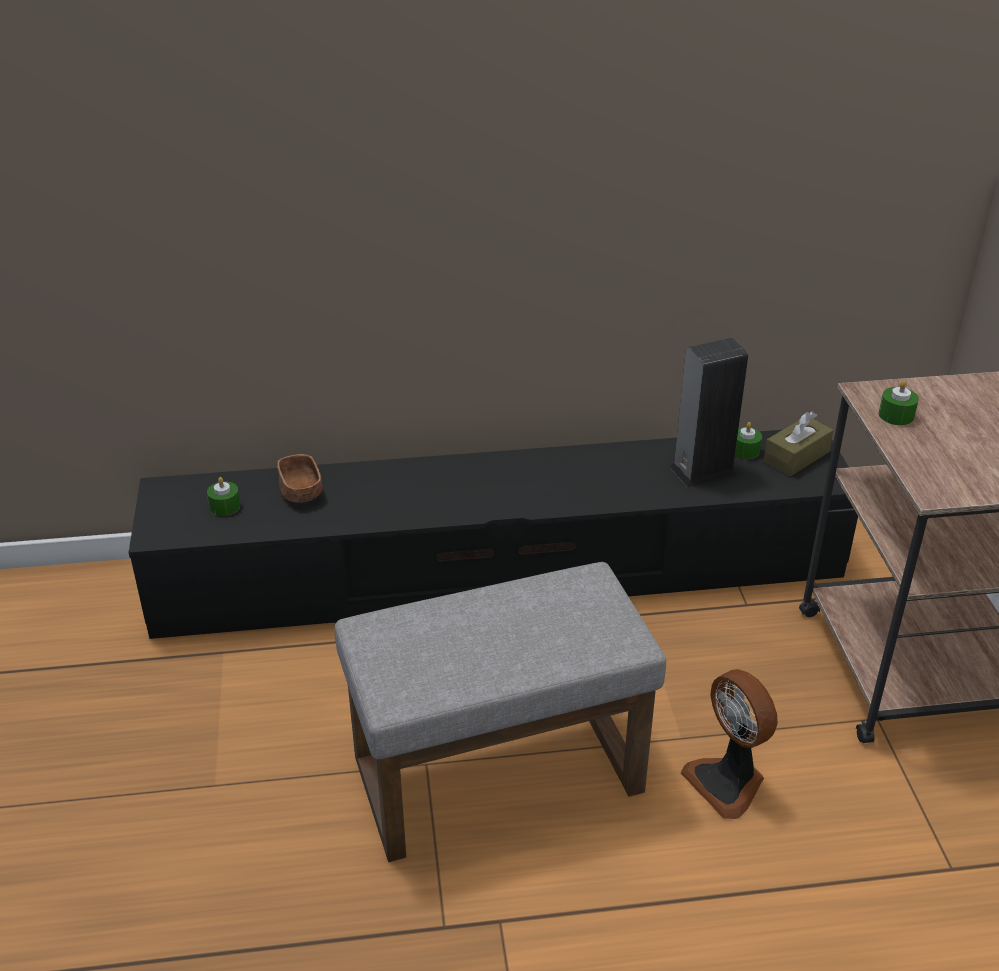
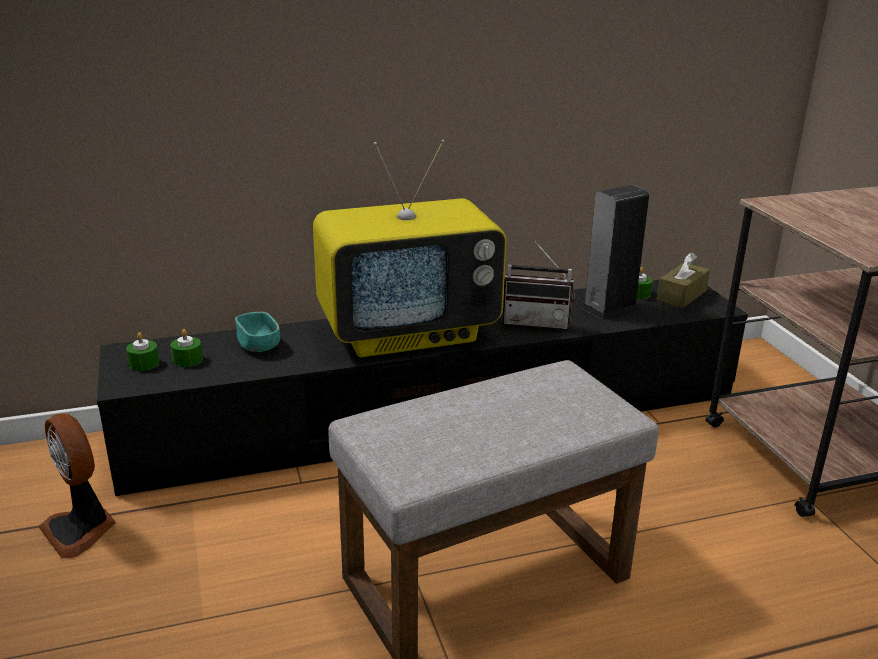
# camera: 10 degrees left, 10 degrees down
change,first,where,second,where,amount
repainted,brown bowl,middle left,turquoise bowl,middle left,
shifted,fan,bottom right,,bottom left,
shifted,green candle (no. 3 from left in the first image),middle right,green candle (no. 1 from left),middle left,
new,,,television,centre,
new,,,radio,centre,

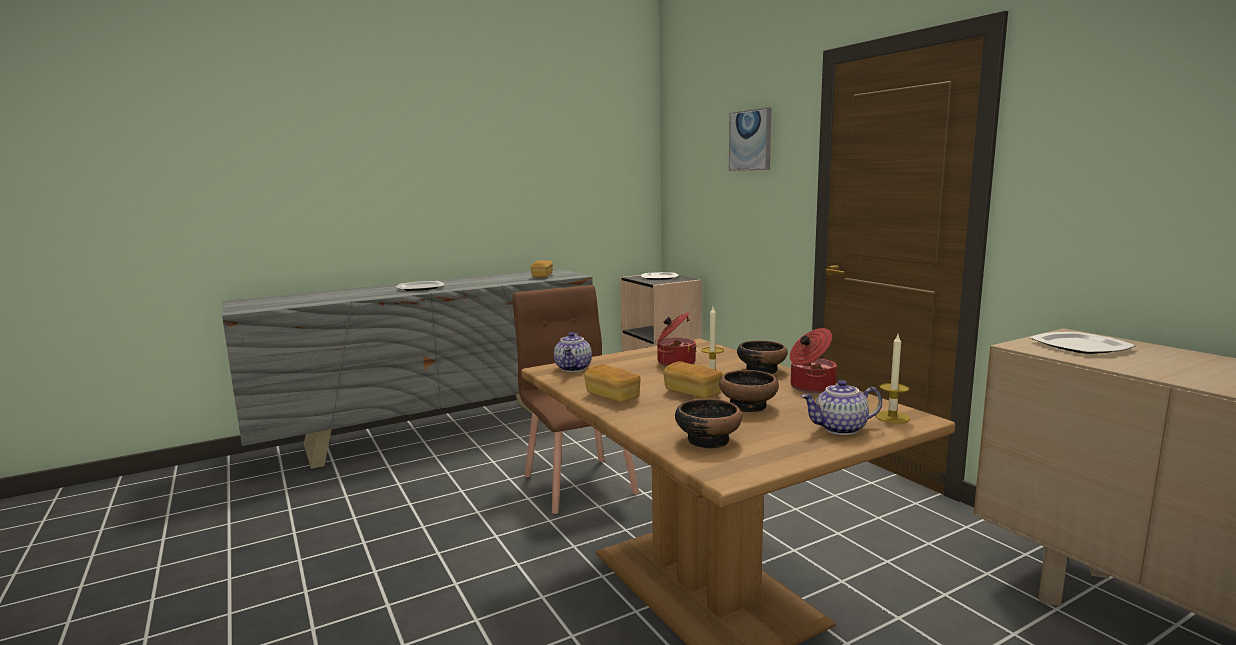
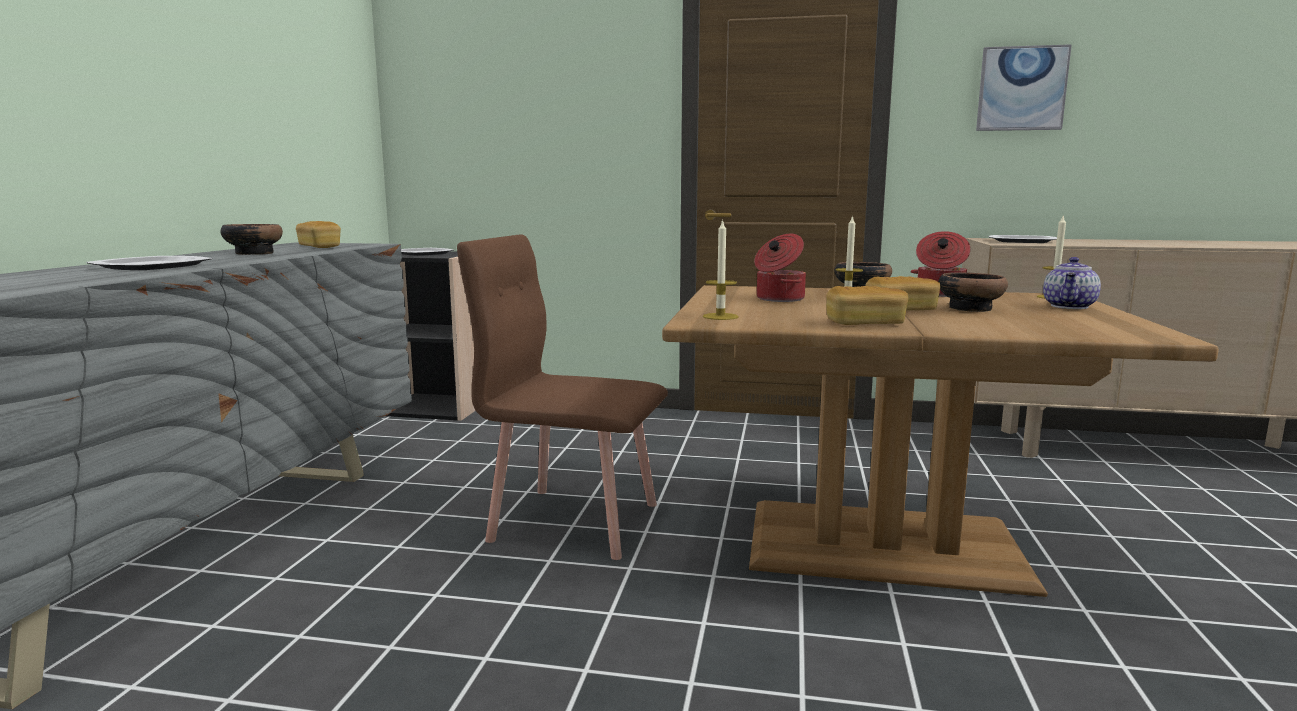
# camera: 50 degrees left, 0 degrees up
change,first,where,second,where,amount
swapped,teapot (no. 1 from left),centre,candle (no. 1 from left),centre,
shifted,bowl (no. 1 from left),centre,,middle left,
shifted,picture,top centre,,top right,

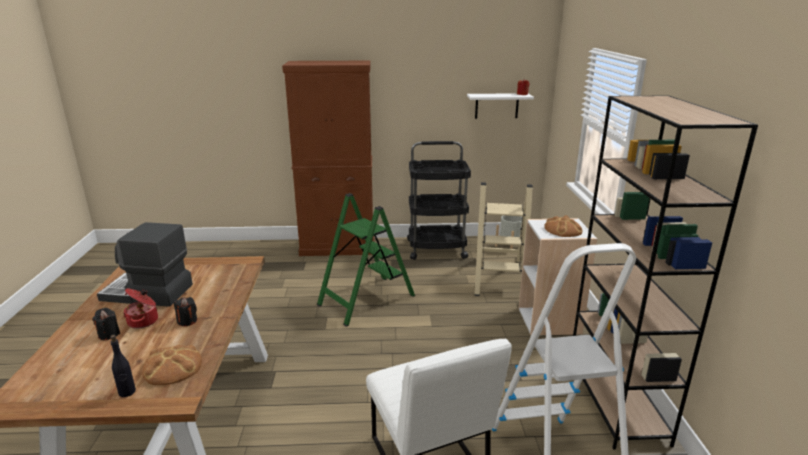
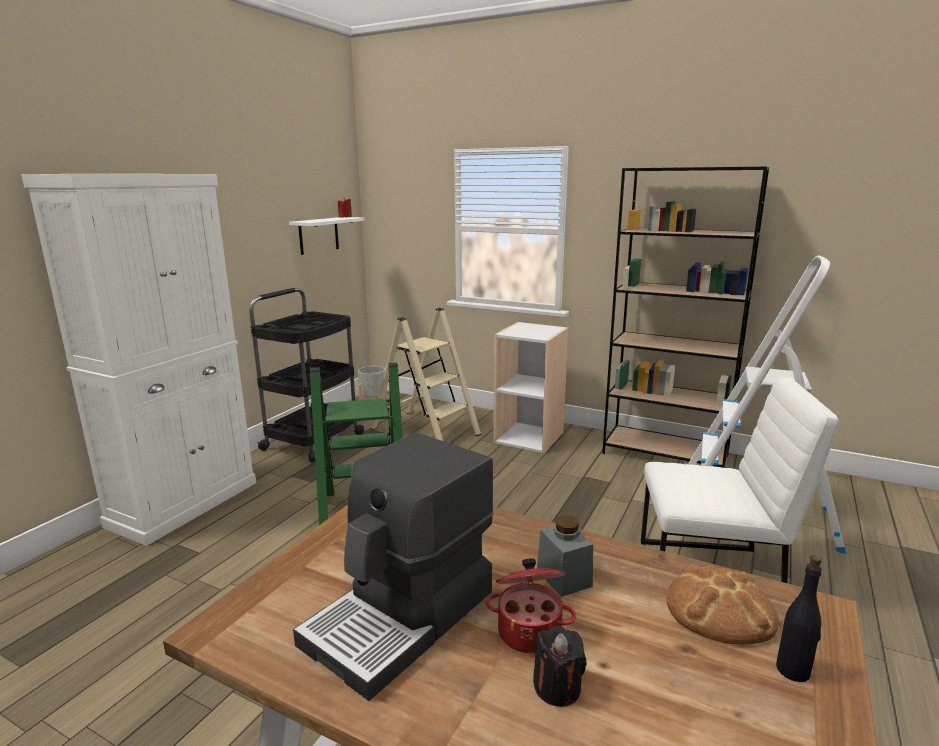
# camera: 60 degrees left, 5 degrees down
change,first,where,second,where,amount
swapped,black candle (no. 2 from left),bottom left,grey jar,bottom centre,
repainted,brown cabinet,centre,white cabinet,middle left,
gone,bread (no. 2 from left),middle right,,,

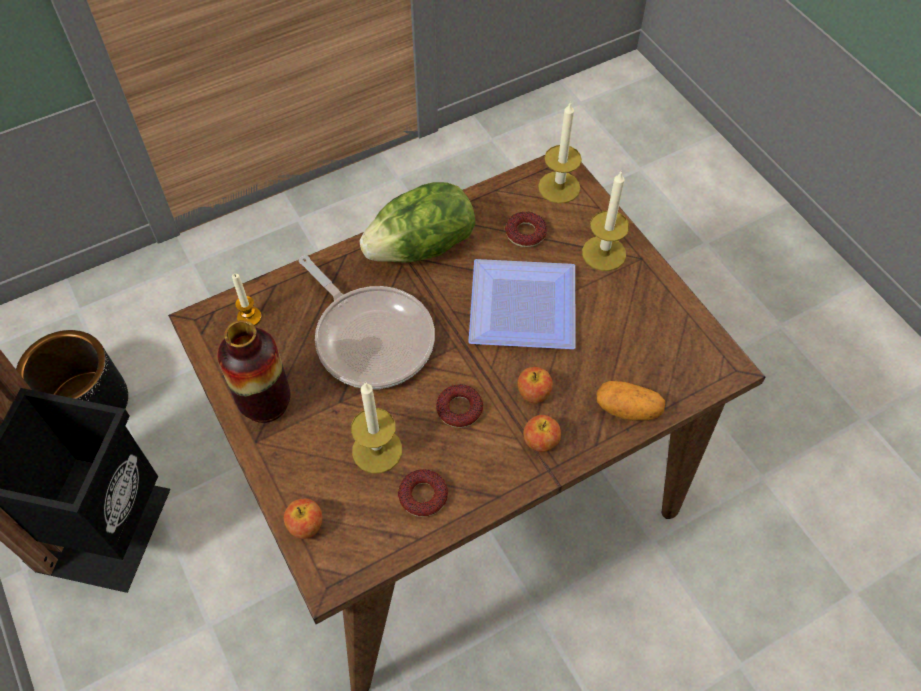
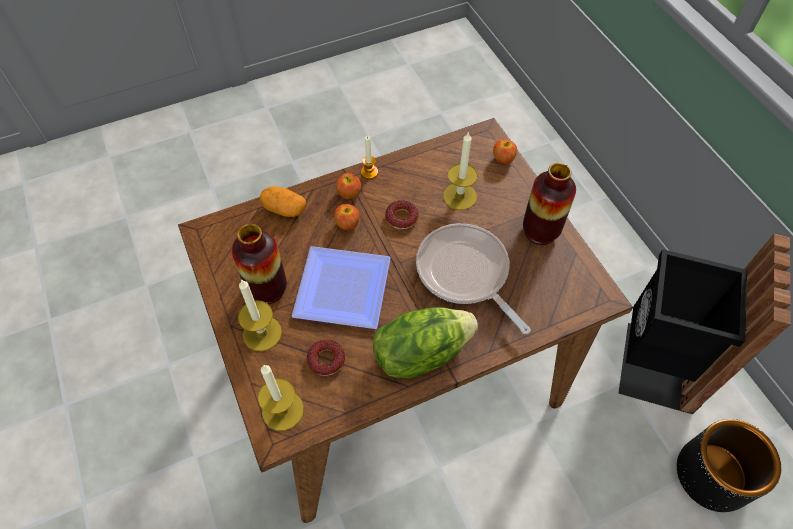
# camera: 175 degrees left, 0 degrees up
change,first,where,second,where,amount
shifted,candle (no. 1 from left in the first image),middle left,candle (no. 3 from left),top centre,
gone,donut (no. 1 from left),bottom centre,,,
new,,,vase (no. 1 from left),middle left,

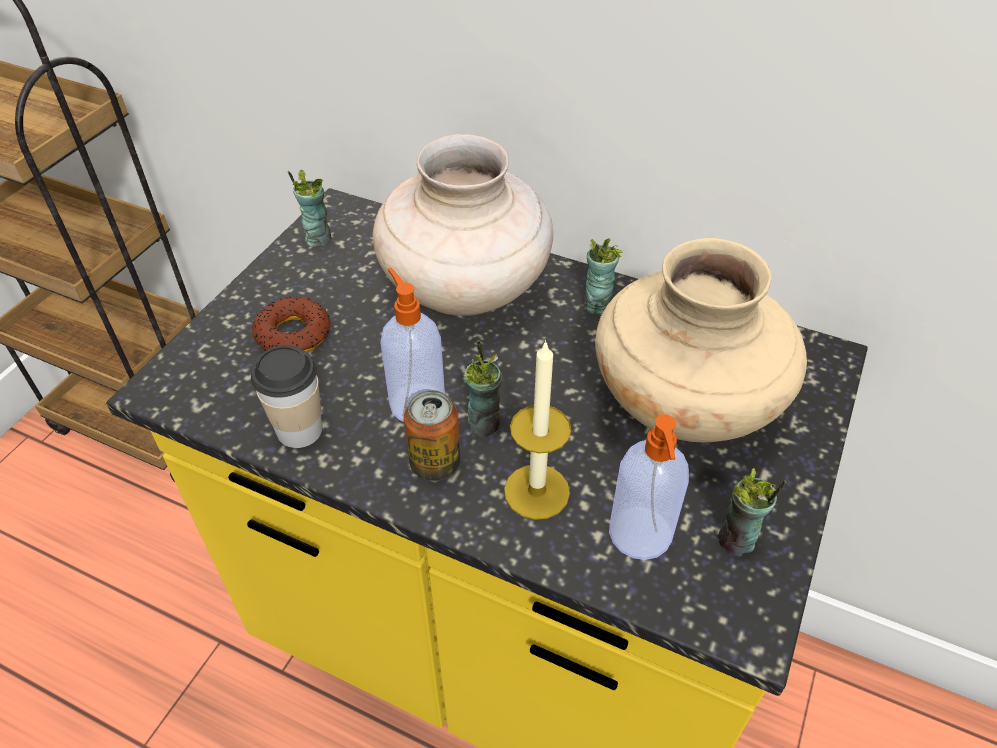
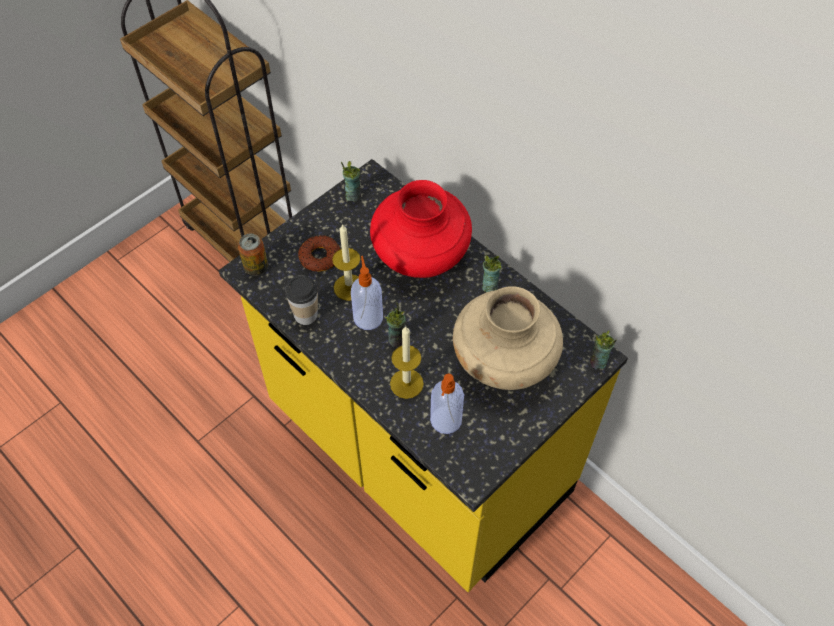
# camera: 20 degrees right, 10 degrees up
change,first,where,second,where,amount
repainted,beige vase (no. 1 from left),top centre,red vase,centre,
shifted,can,centre,,middle left,
shifted,cup (no. 5 from left),bottom right,,middle right,
new,,,candle (no. 1 from left),centre,

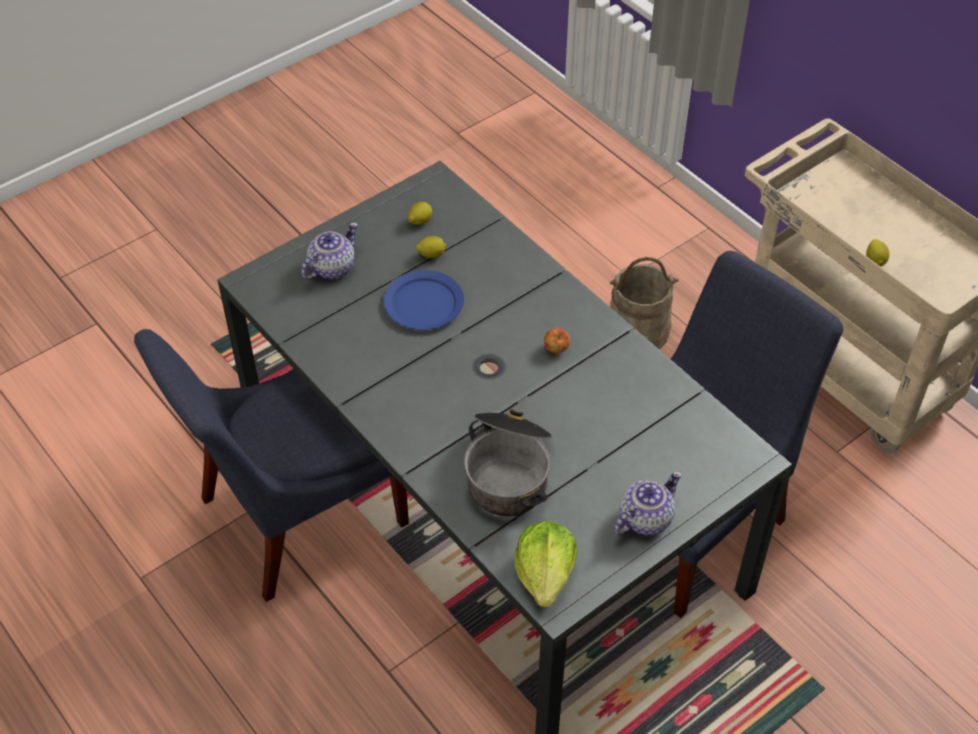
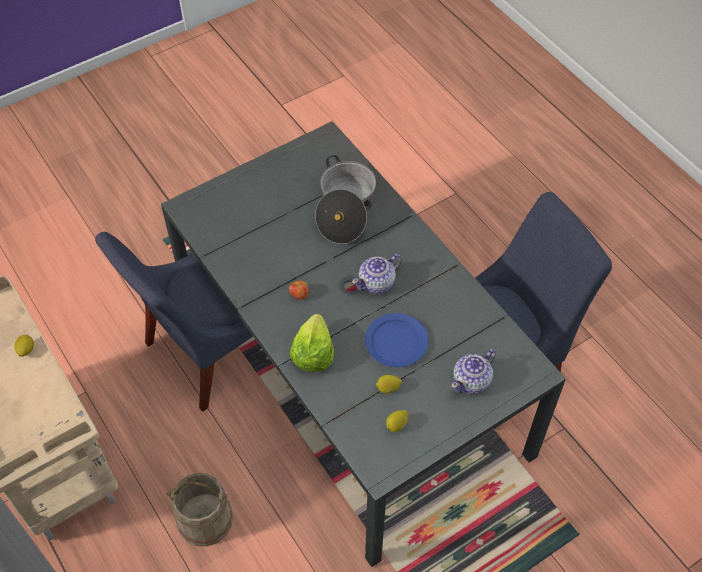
# camera: 175 degrees left, 5 degrees up
change,first,where,second,where,amount
shifted,lettuce,bottom centre,,centre,
shifted,teapot (no. 2 from left in the first image),bottom centre,teapot (no. 1 from left),centre,

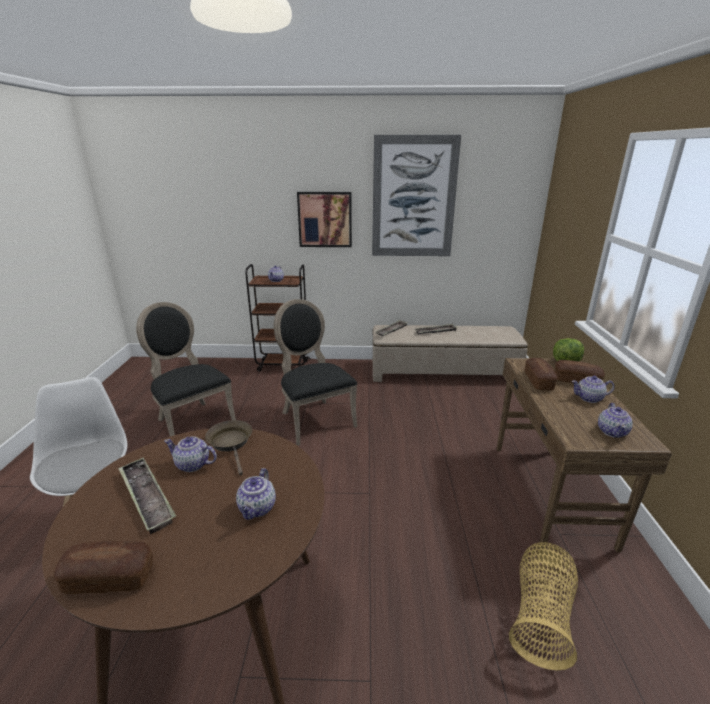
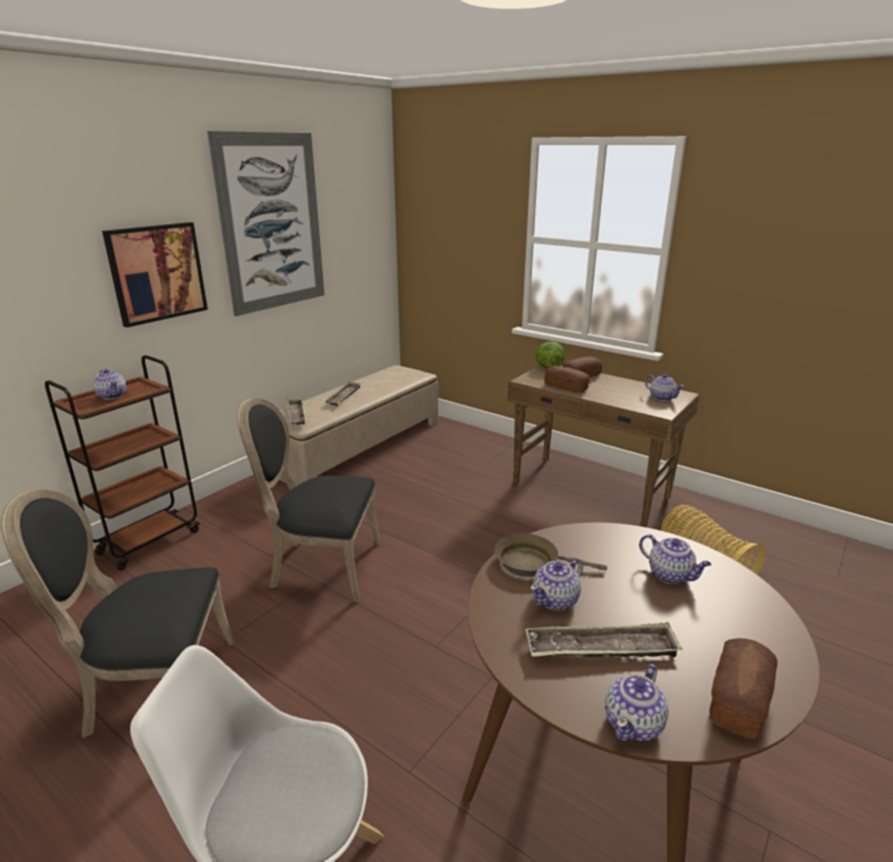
# camera: 55 degrees left, 0 degrees up
change,first,where,second,where,amount
shifted,teapot (no. 4 from left in the first image),middle right,teapot (no. 3 from left),bottom right,

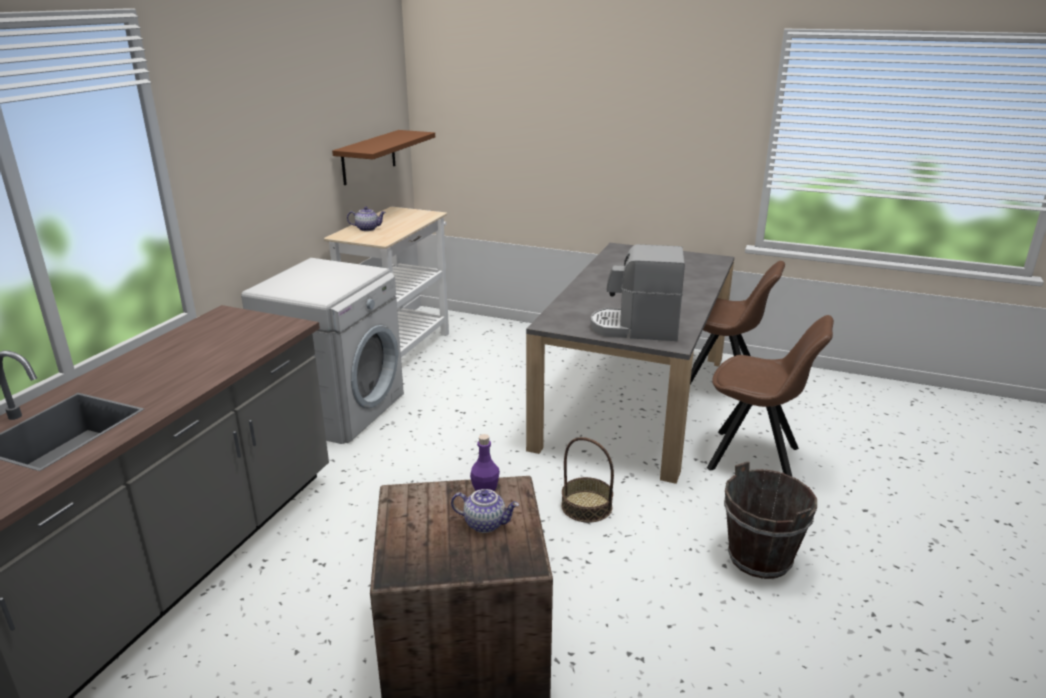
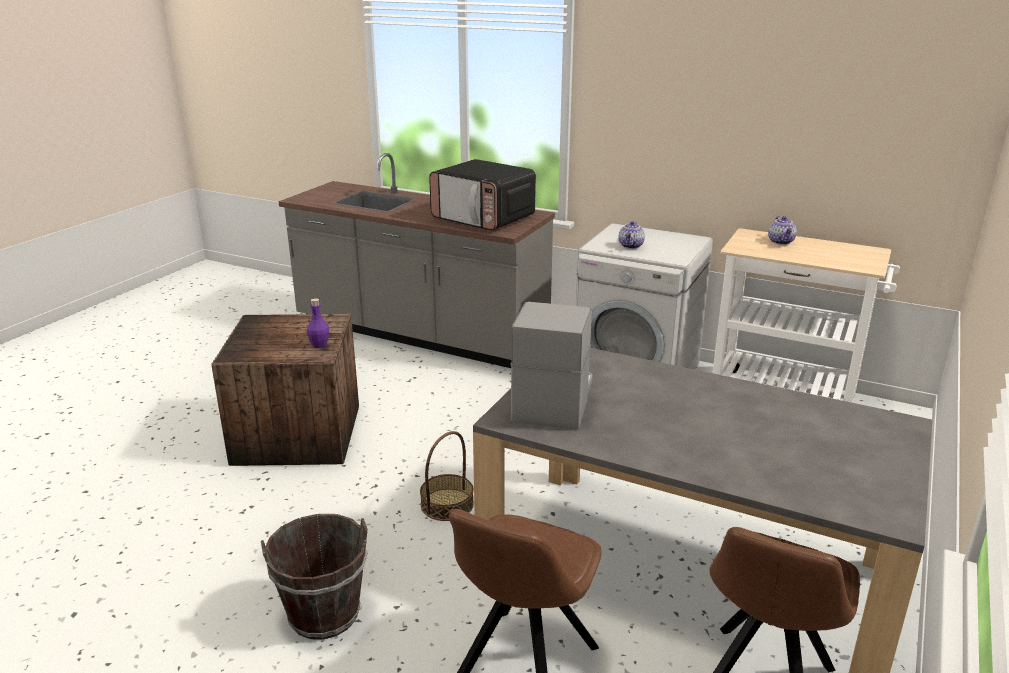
# camera: 95 degrees right, 0 degrees up
change,first,where,second,where,amount
gone,brown shelf,top centre,,,
shifted,teapot (no. 2 from left in the first image),bottom centre,teapot (no. 1 from left),centre,
new,,,microwave,top centre,

